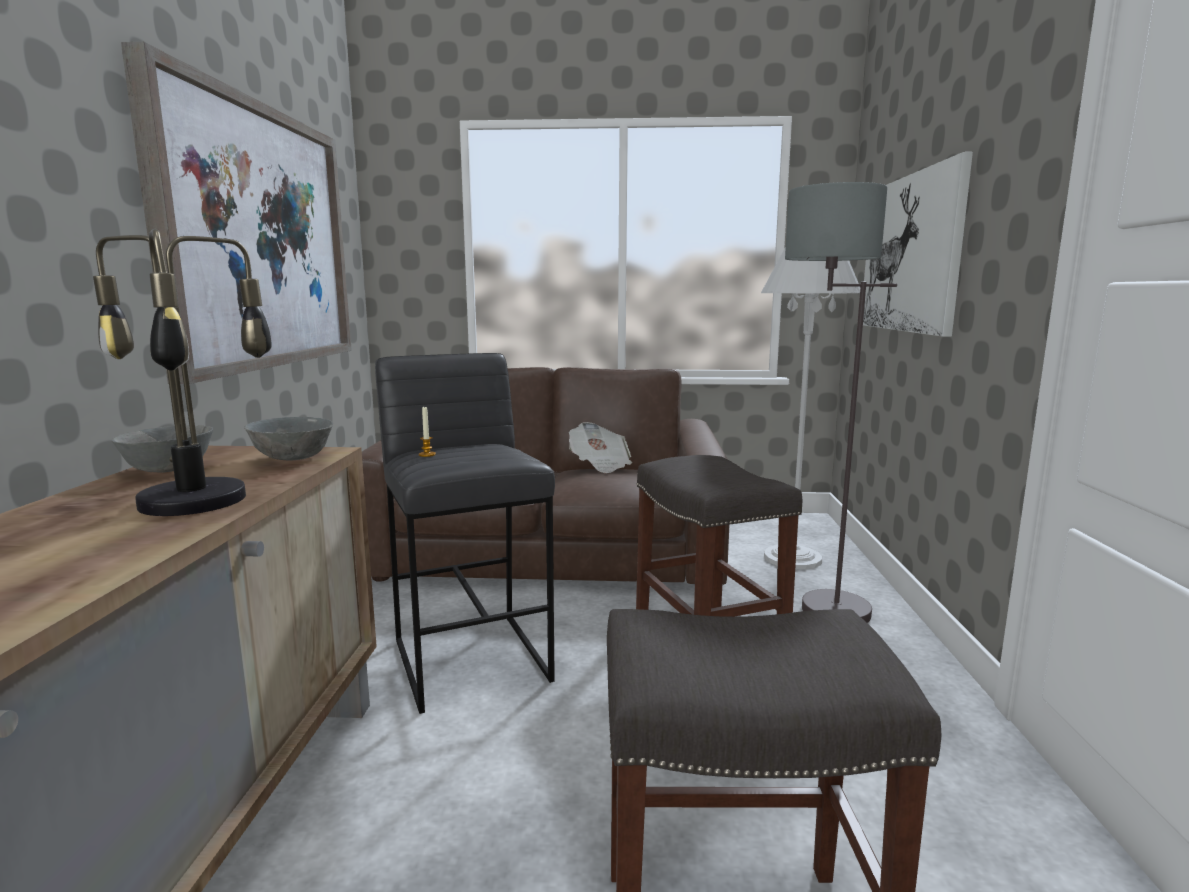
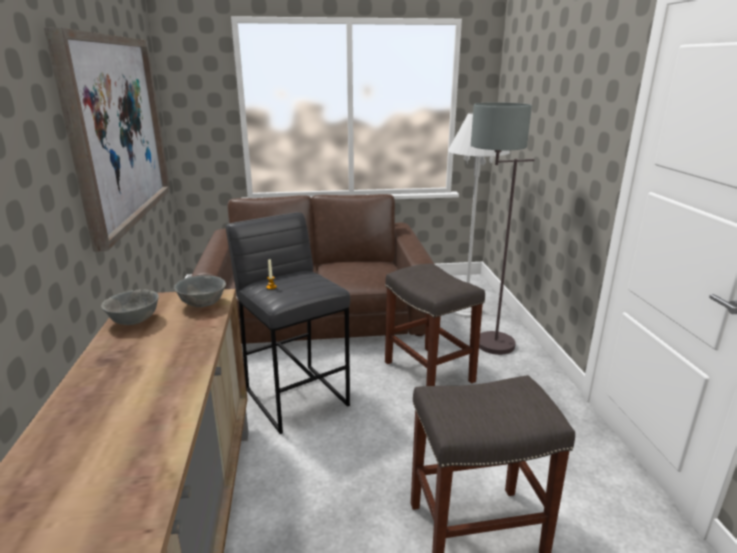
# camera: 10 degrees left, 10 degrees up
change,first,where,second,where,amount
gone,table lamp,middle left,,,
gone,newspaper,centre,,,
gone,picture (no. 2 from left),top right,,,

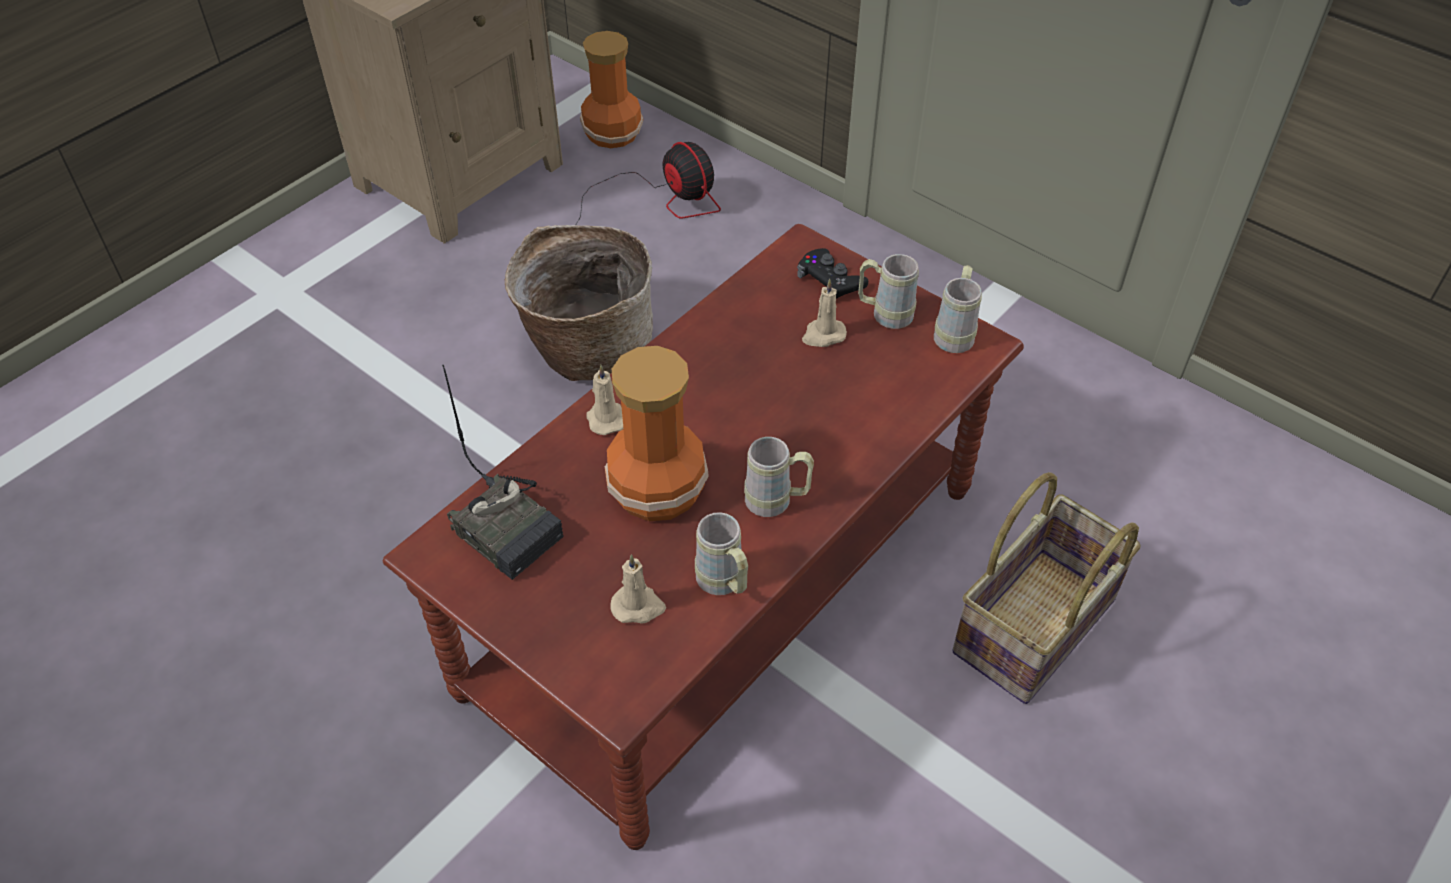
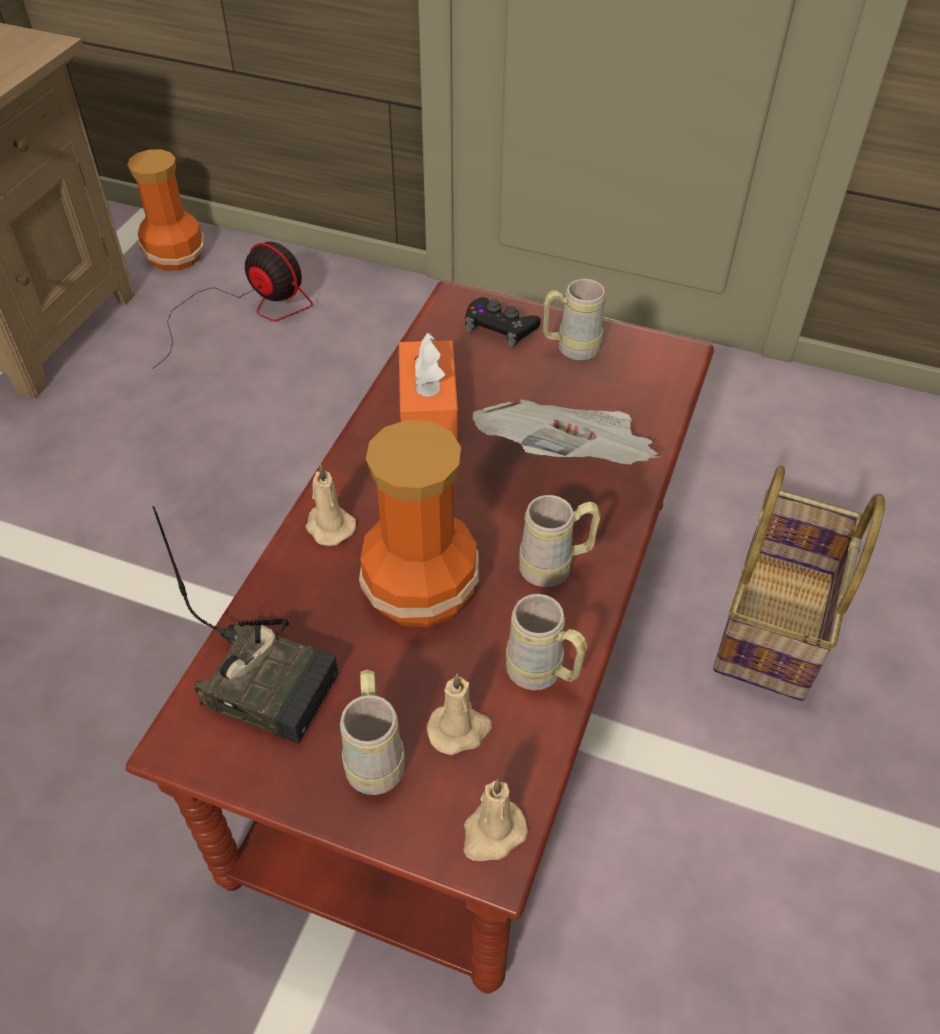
# camera: 20 degrees left, 0 degrees up
change,first,where,second,where,amount
gone,basket (no. 1 from left),centre,,,
shifted,beige candle (no. 3 from left),centre,,bottom centre,
shifted,beige mug (no. 4 from left in the first image),centre,beige mug (no. 1 from left),bottom centre,
new,,,orange tissue box,centre,
new,,,newspaper,centre,

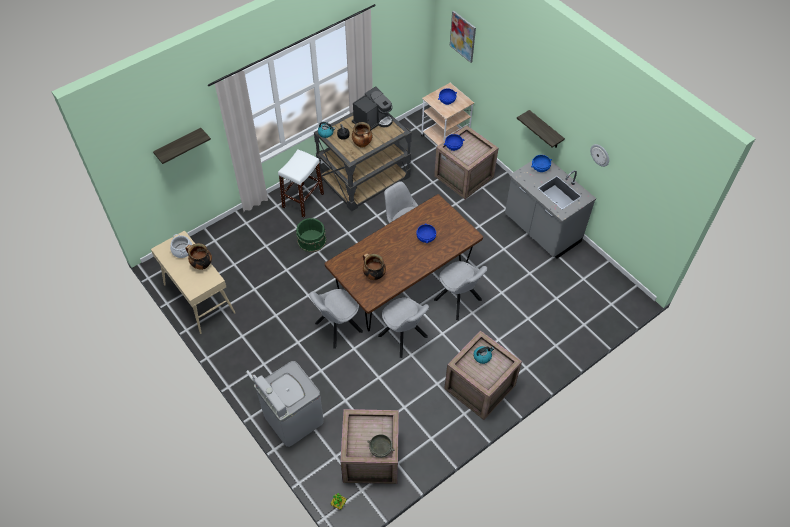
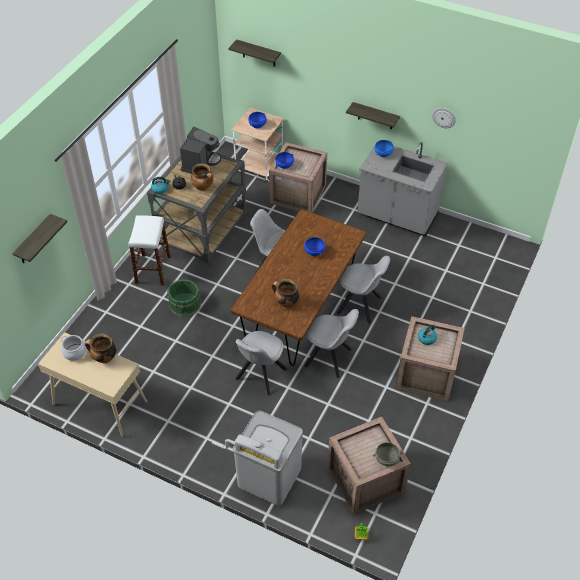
# camera: 25 degrees left, 5 degrees down
change,first,where,second,where,amount
swapped,picture,top centre,shelf (no. 2 from left),top centre,

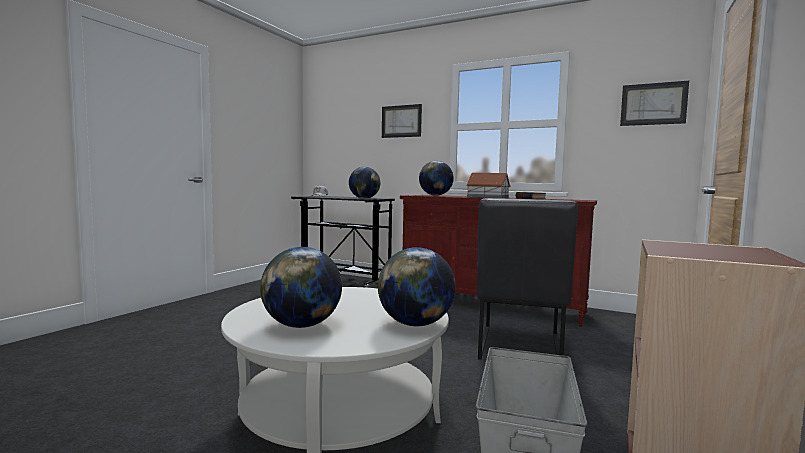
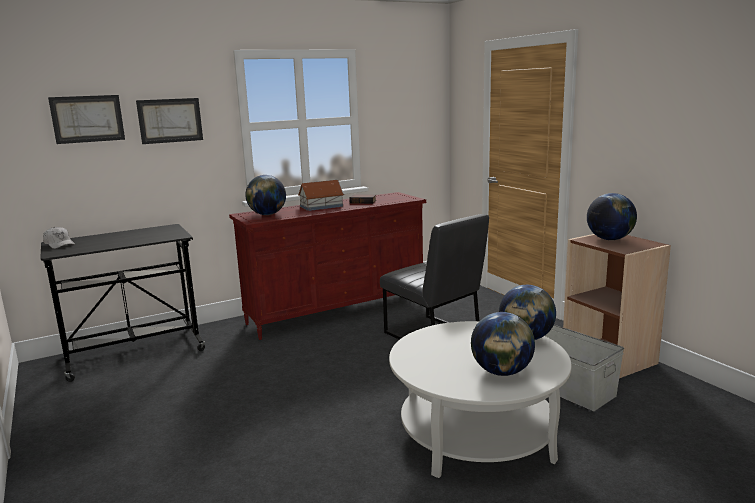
# camera: 55 degrees left, 10 degrees up
change,first,where,second,where,amount
shifted,globe (no. 2 from left in the first image),centre,globe (no. 4 from left),middle right,
shifted,picture (no. 2 from left in the first image),top right,picture (no. 1 from left),top left,

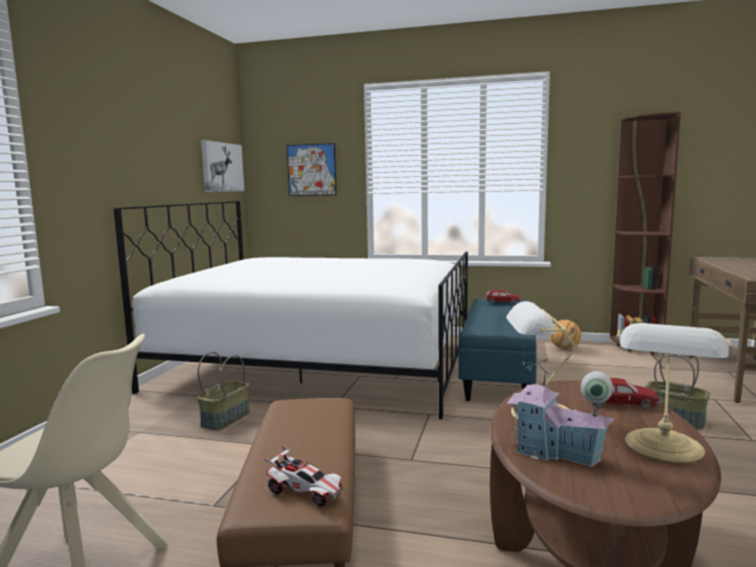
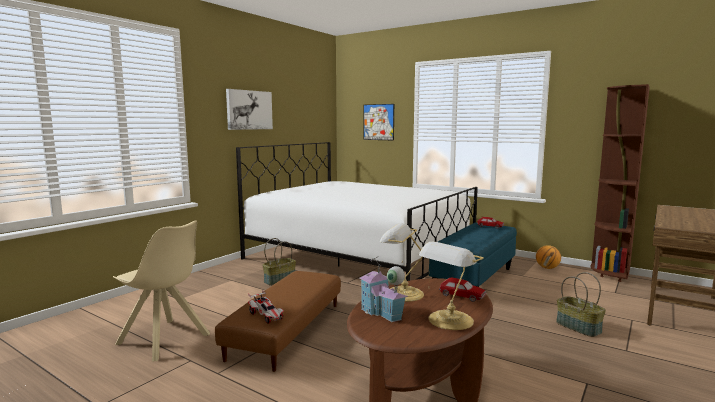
# camera: 20 degrees right, 0 degrees up
change,first,where,second,where,amount
shifted,picture (no. 1 from left),top left,,top centre,

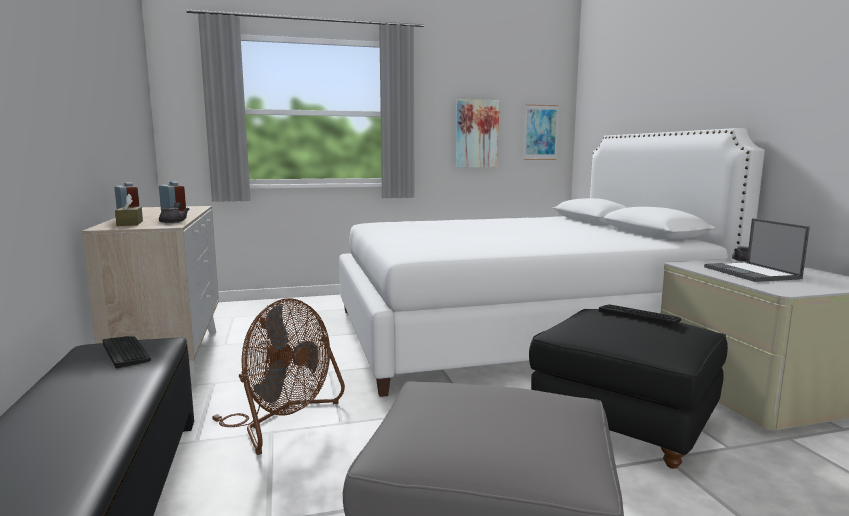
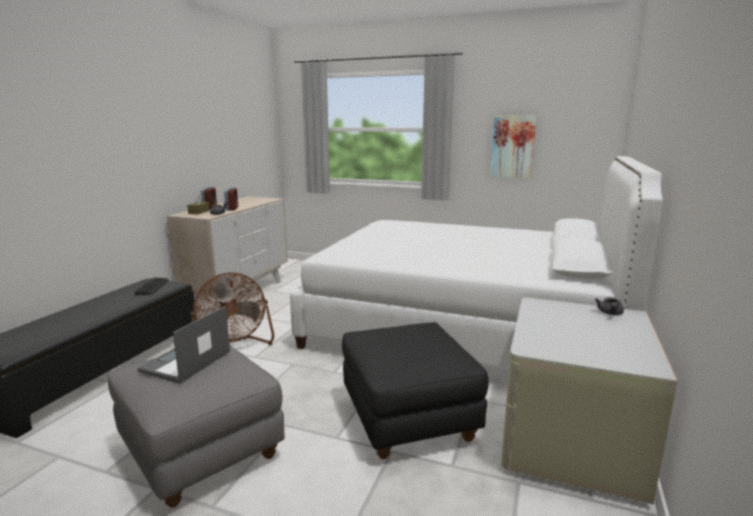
# camera: 35 degrees right, 5 degrees up
change,first,where,second,where,amount
gone,picture (no. 2 from left),top centre,,,
gone,keyboard (no. 2 from left),middle right,,,
shifted,laptop,middle right,,bottom left,

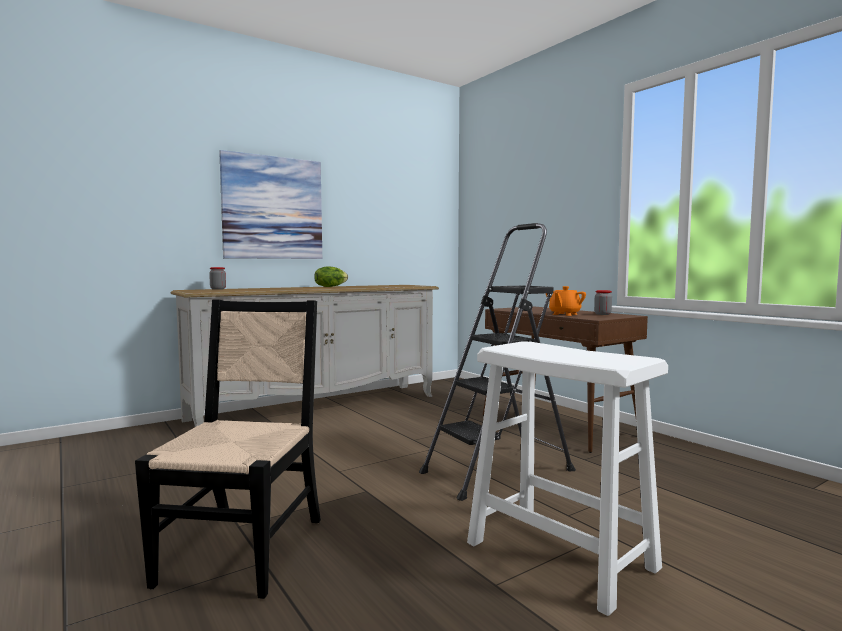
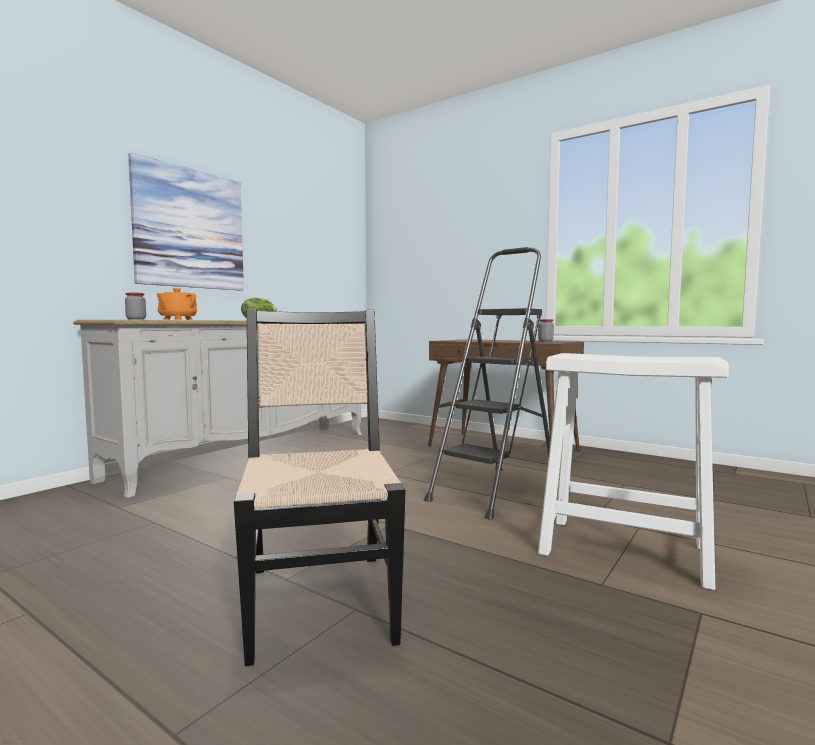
# camera: 20 degrees left, 0 degrees up
change,first,where,second,where,amount
shifted,orange teapot,middle right,,middle left,

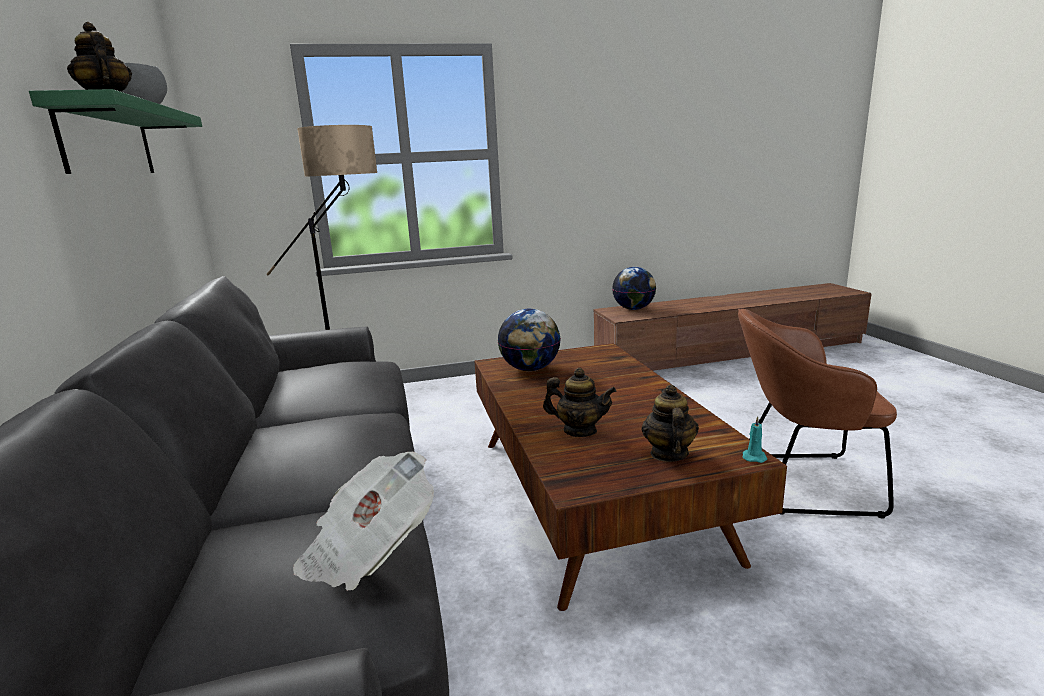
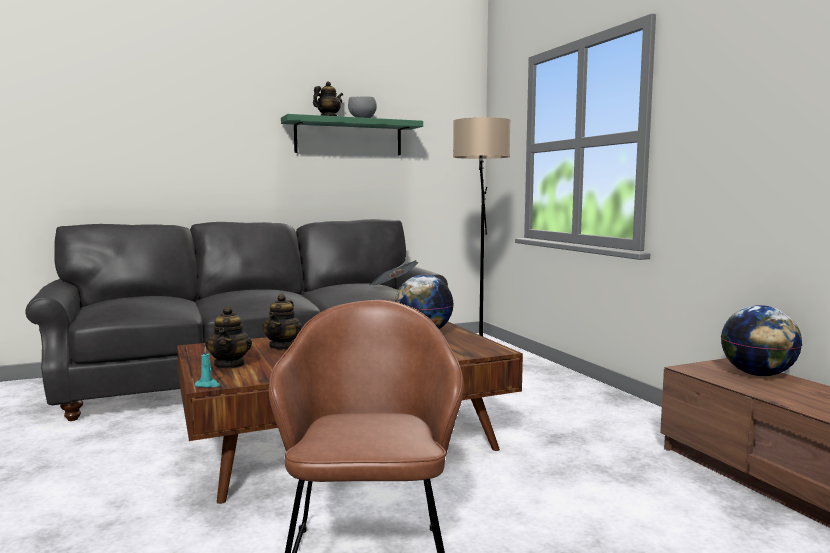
# camera: 80 degrees right, 10 degrees down
change,first,where,second,where,amount
shifted,newspaper,bottom centre,,centre,
rotated,teapot (no. 3 from left in the first image),centre,teapot (no. 1 from left),middle left,90 degrees clockwise

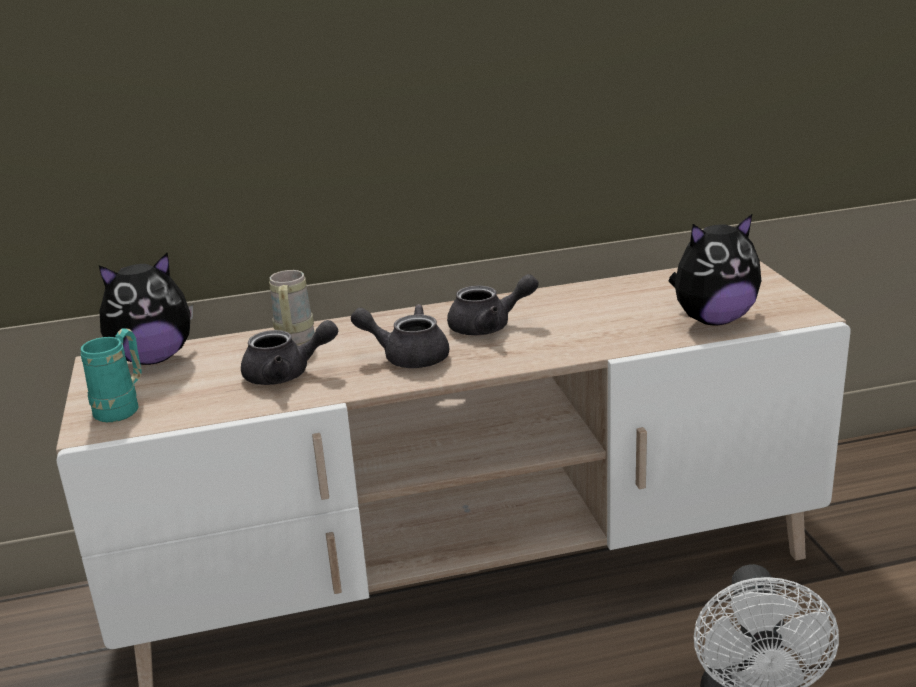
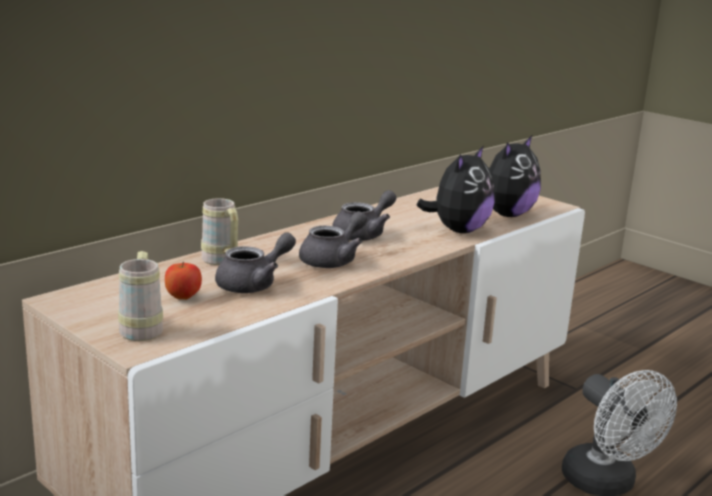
# camera: 35 degrees left, 5 degrees down
change,first,where,second,where,amount
repainted,turquoise mug,middle left,beige mug (no. 1 from left),middle left,
shifted,plush toy (no. 1 from left),middle left,,centre,
rotated,grey teapot (no. 2 from left),centre,,centre,150 degrees clockwise
new,,,apple,middle left,

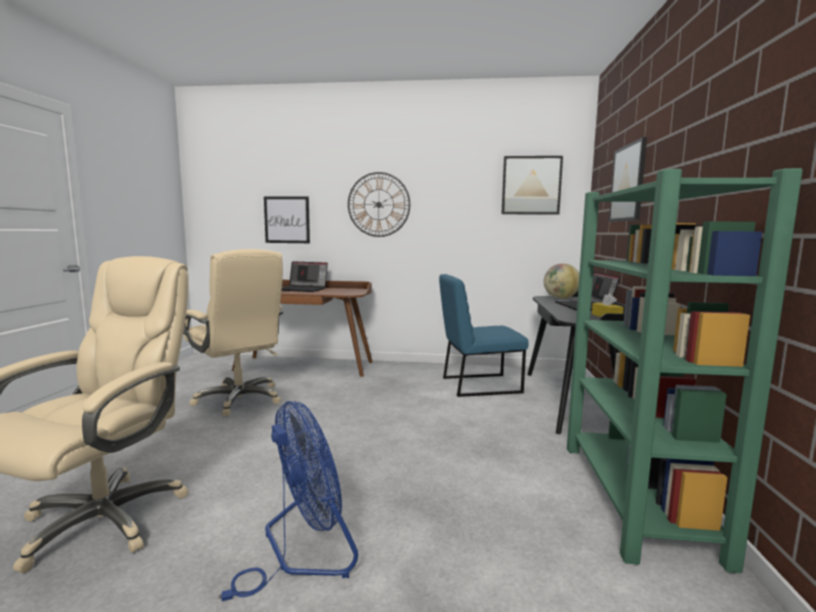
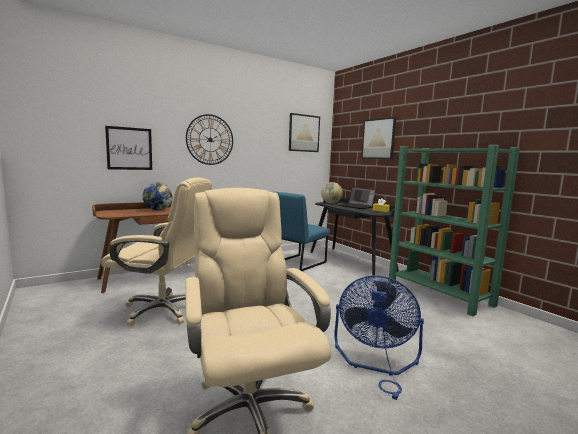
# camera: 40 degrees left, 0 degrees up
change,first,where,second,where,amount
swapped,laptop (no. 1 from left),centre,globe (no. 1 from left),middle left,

